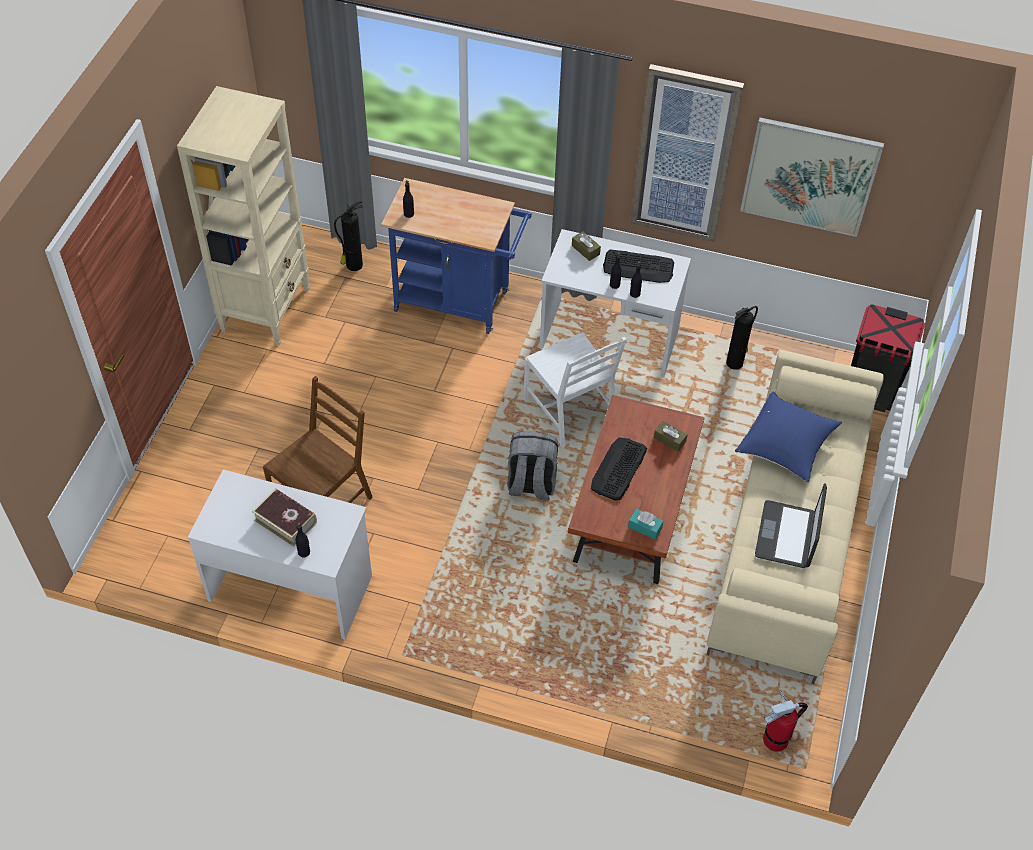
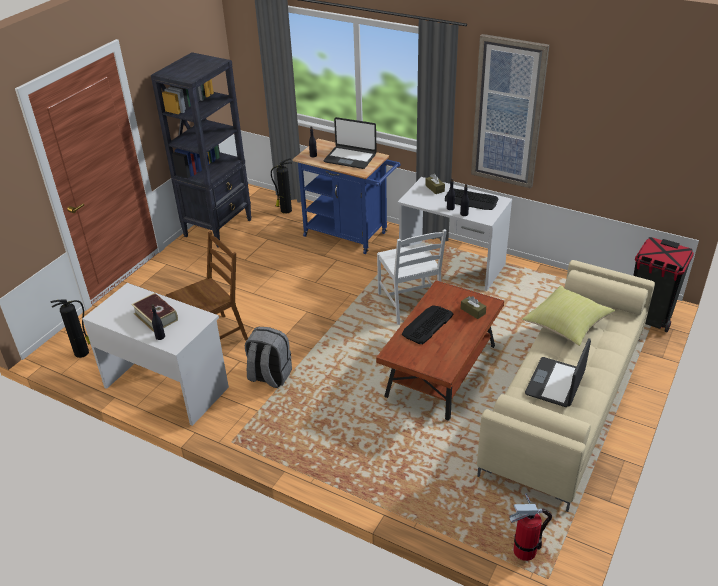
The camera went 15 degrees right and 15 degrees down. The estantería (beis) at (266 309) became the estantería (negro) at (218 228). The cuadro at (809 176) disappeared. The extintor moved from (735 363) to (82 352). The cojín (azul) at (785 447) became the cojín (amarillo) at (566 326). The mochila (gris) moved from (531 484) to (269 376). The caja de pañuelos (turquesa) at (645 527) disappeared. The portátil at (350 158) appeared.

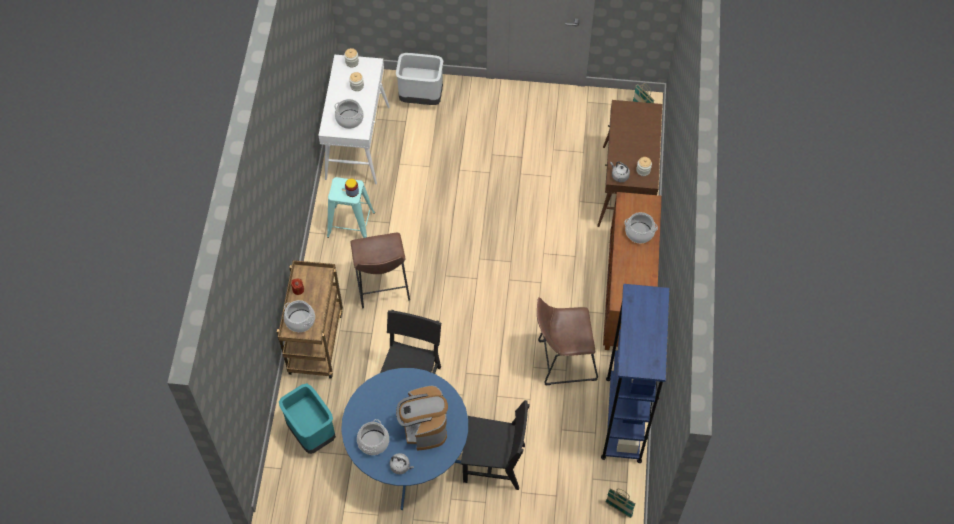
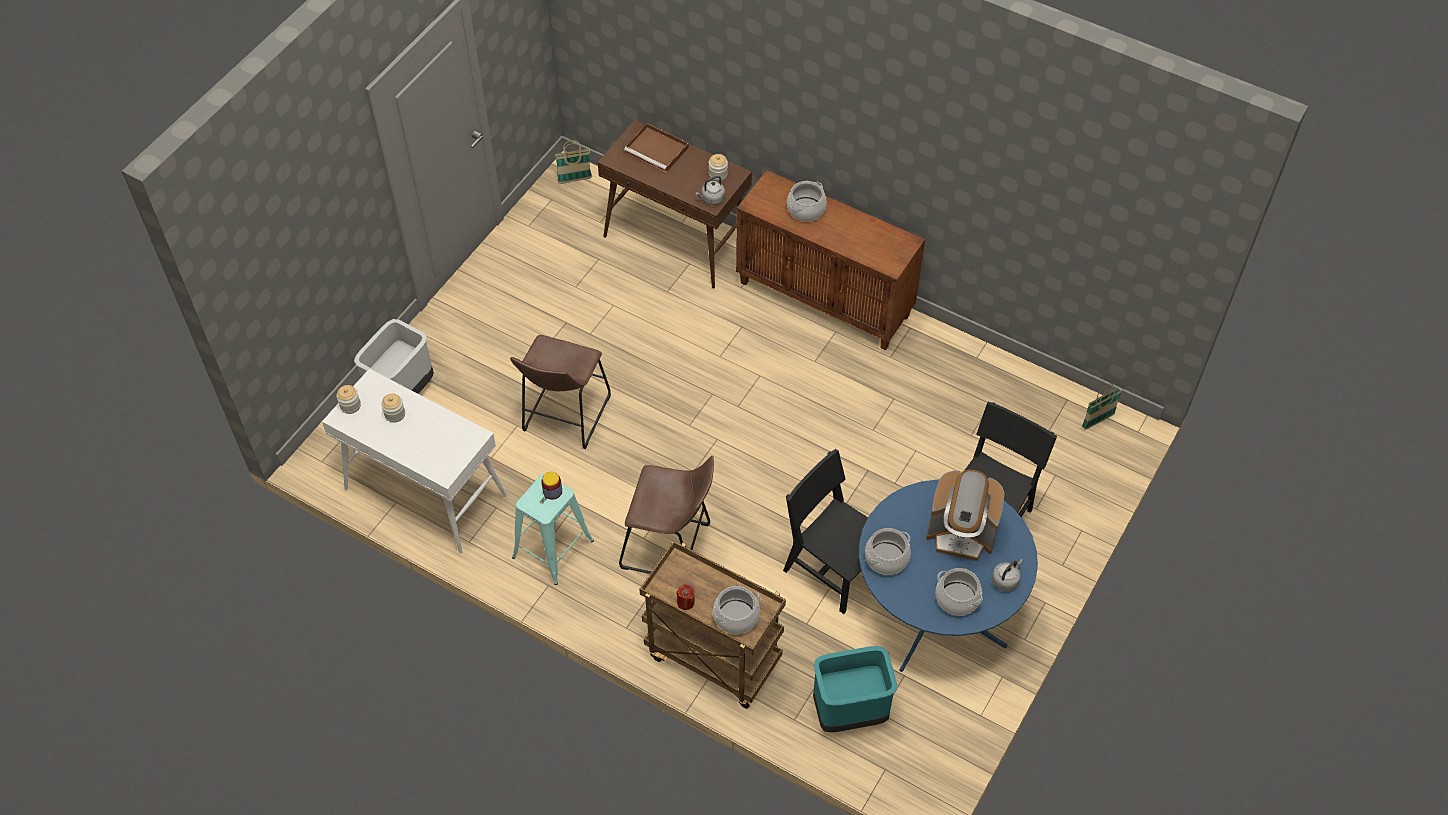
The camera went 65 degrees left and 5 degrees down. The olla moved from (349 119) to (886 558). The estantería (azul) at (623 419) disappeared. The taburete (marrón) moved from (563 360) to (564 417). The bandeja (marrón) at (658 150) appeared.

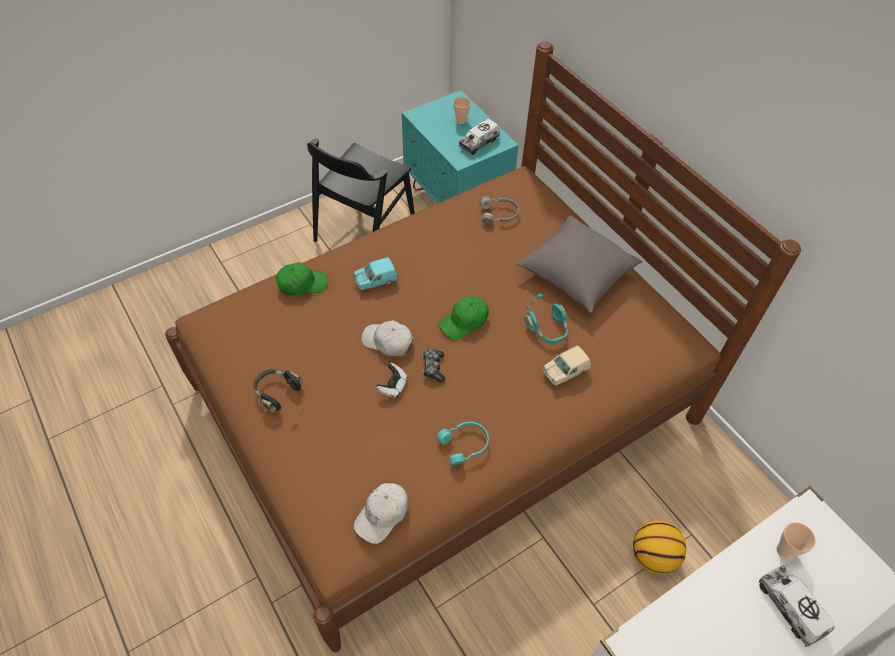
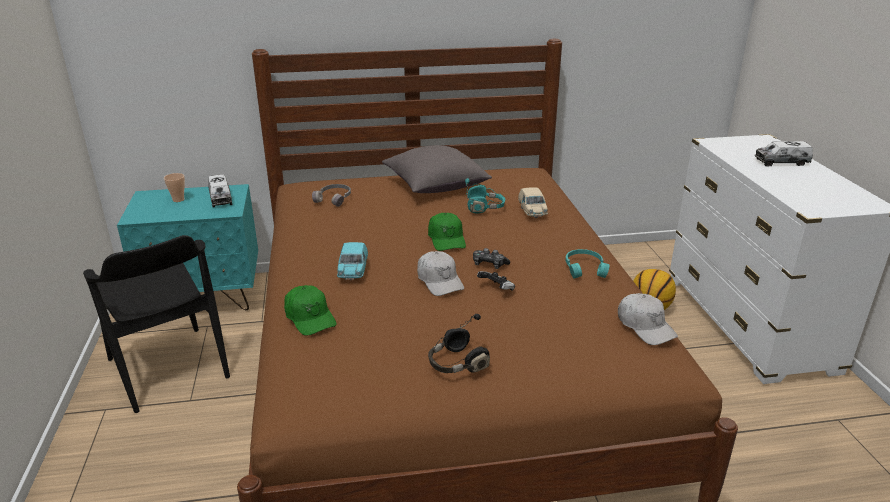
The camera went 65 degrees left and 25 degrees down. The gorra (verde) at (302 284) turned 135 degrees clockwise. The gorra (blanco) at (388 342) turned 75 degrees counterclockwise. The taza at (784 550) disappeared.

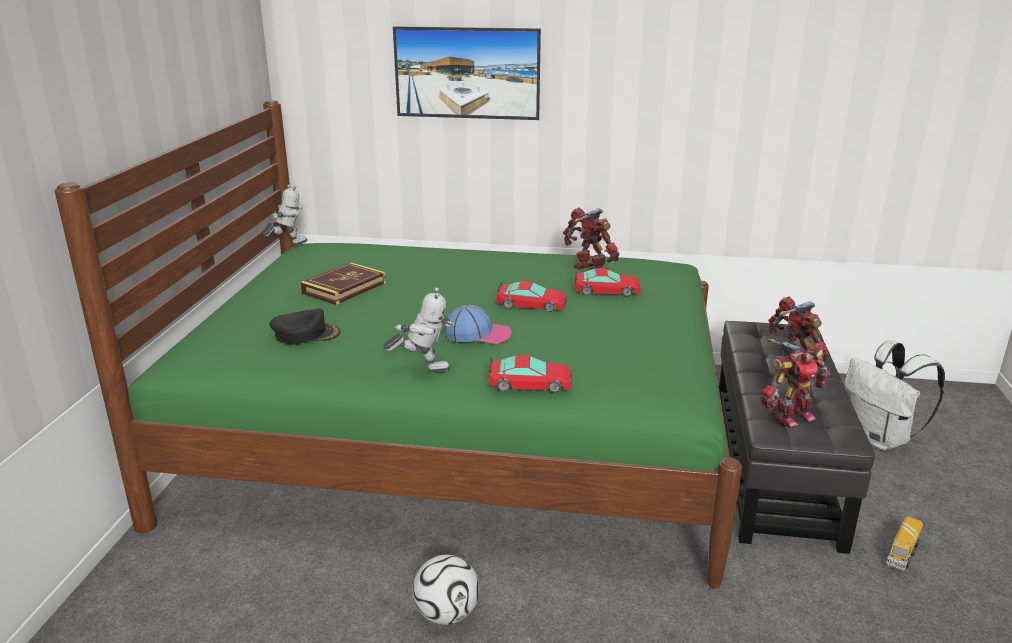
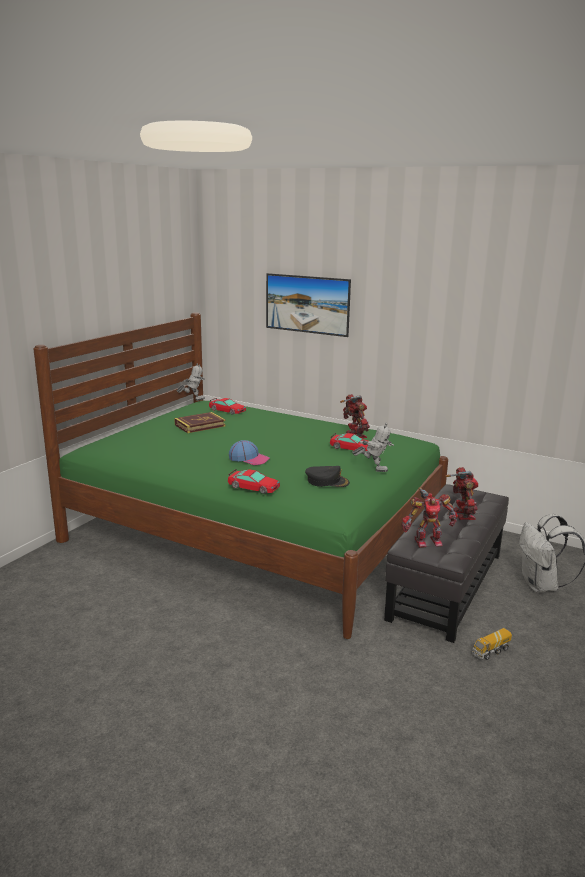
The camera went 20 degrees right and 5 degrees down. The coche de juguete moved from (531 305) to (227 410). The robot de juguete moved from (423 368) to (373 469). The gorra (negro) moved from (306 334) to (327 481). The balón de fútbol at (447 614) disappeared.

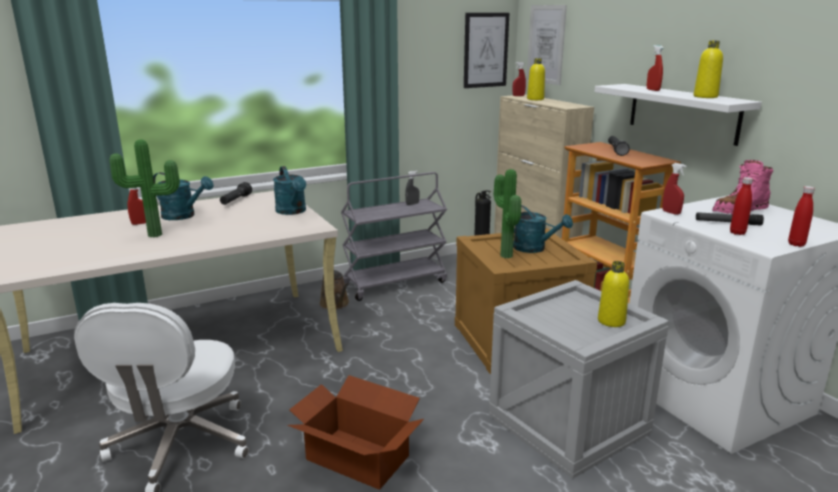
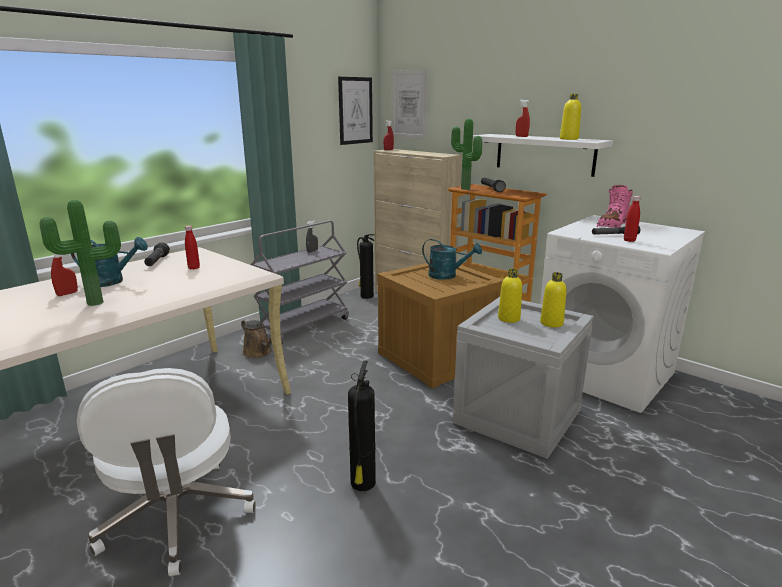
The camera went 20 degrees left and 0 degrees up. The botella (amarillo) moved from (535 99) to (509 318). The pulverizador (rojo) at (671 212) disappeared. The regadera (turquesa) at (292 212) disappeared. The planta en maceta moved from (504 256) to (464 189). The botella (rojo) moved from (796 244) to (194 268). The caja de cartón at (357 457) was replaced by the extintor at (362 484).

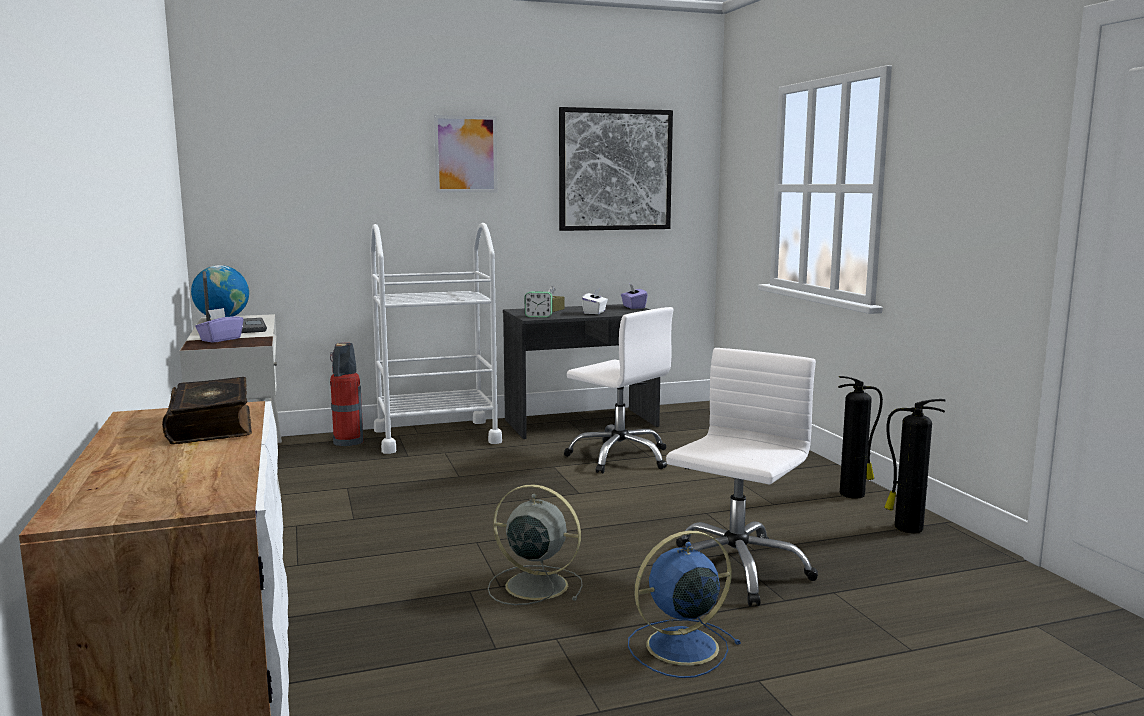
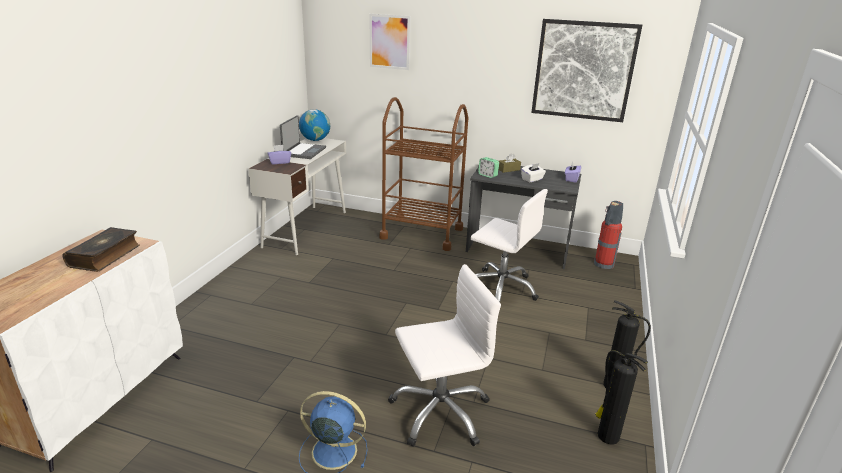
The camera went 35 degrees right and 15 degrees up. The cuadro moved from (466 154) to (389 42). The carrito (blanco) at (436 436) became the carrito (marrón) at (422 233). The silla de oficina (blanco) at (620 457) turned 45 degrees counterclockwise. The extintor moved from (347 442) to (603 264). The ventilador (gris) at (533 585) disappeared.

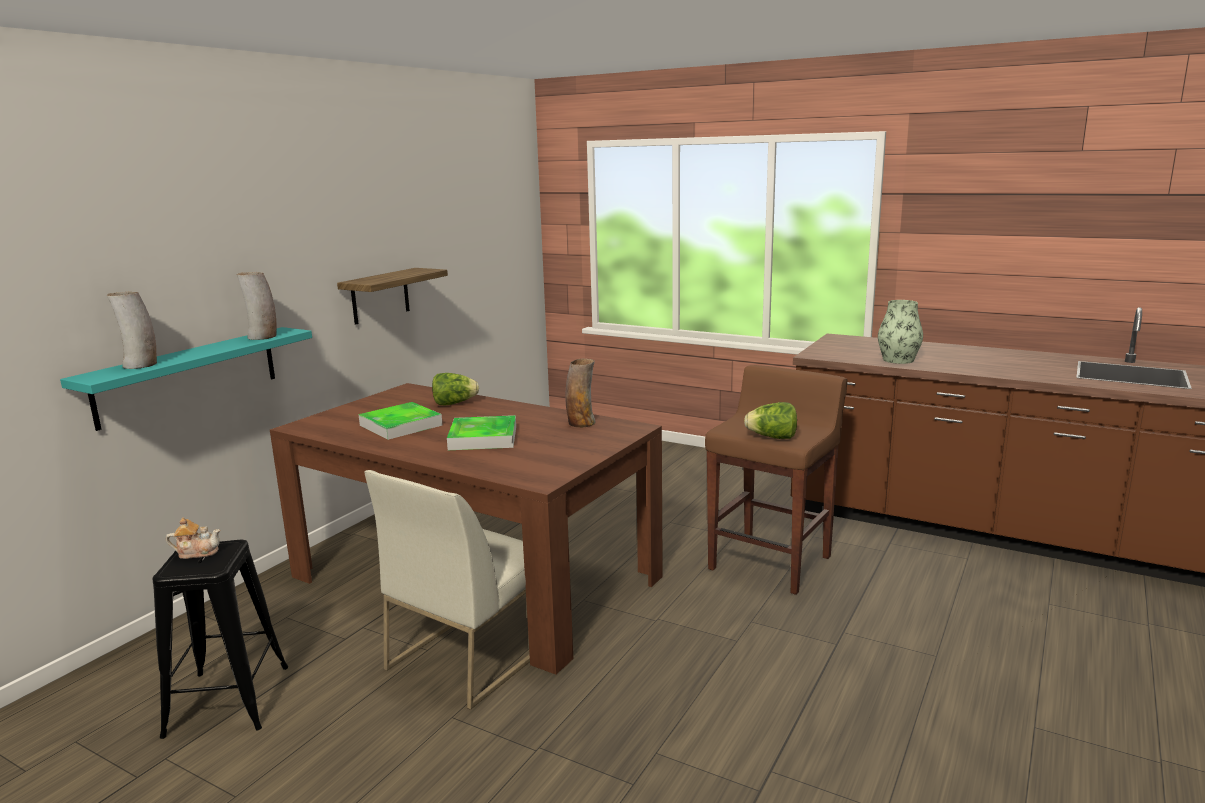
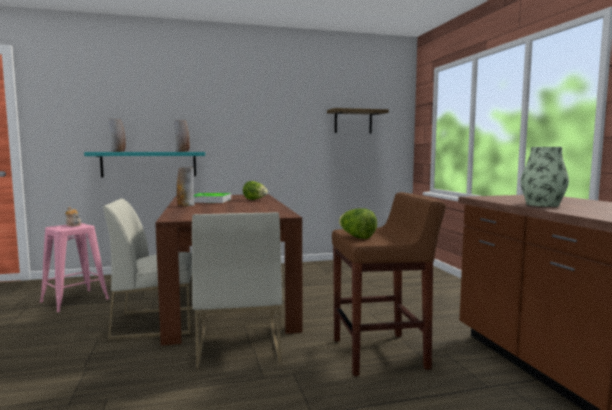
The camera went 45 degrees right and 10 degrees down. The estante moved from (380 296) to (353 122). The florero moved from (581 423) to (186 205). The bandeja at (483 438) disappeared. The taburete (negro) at (228 700) became the taburete (rosa) at (74 300). The silla (blanco) at (237 345) appeared.

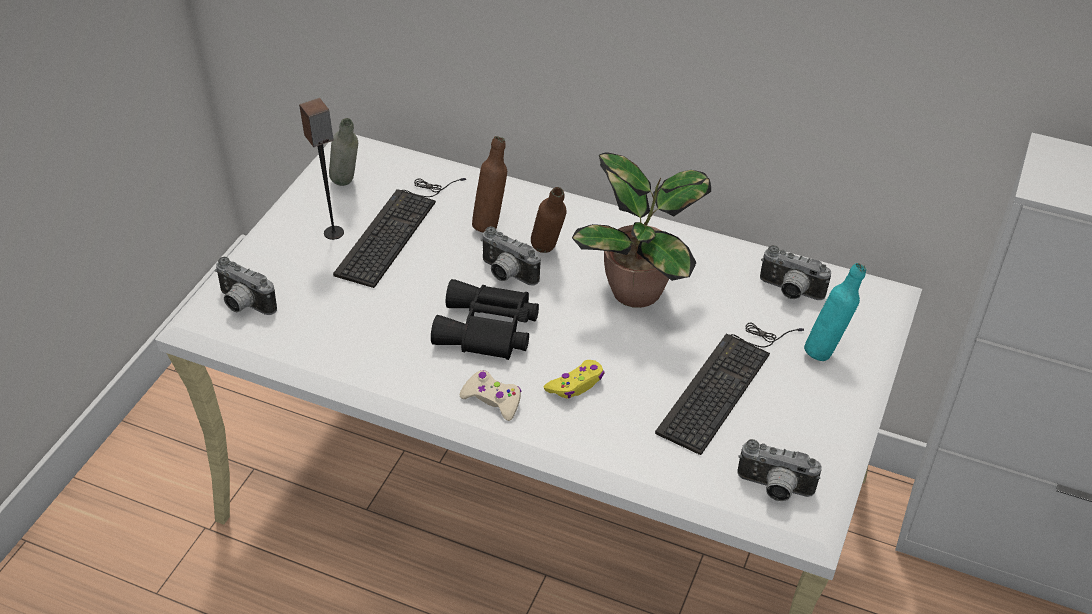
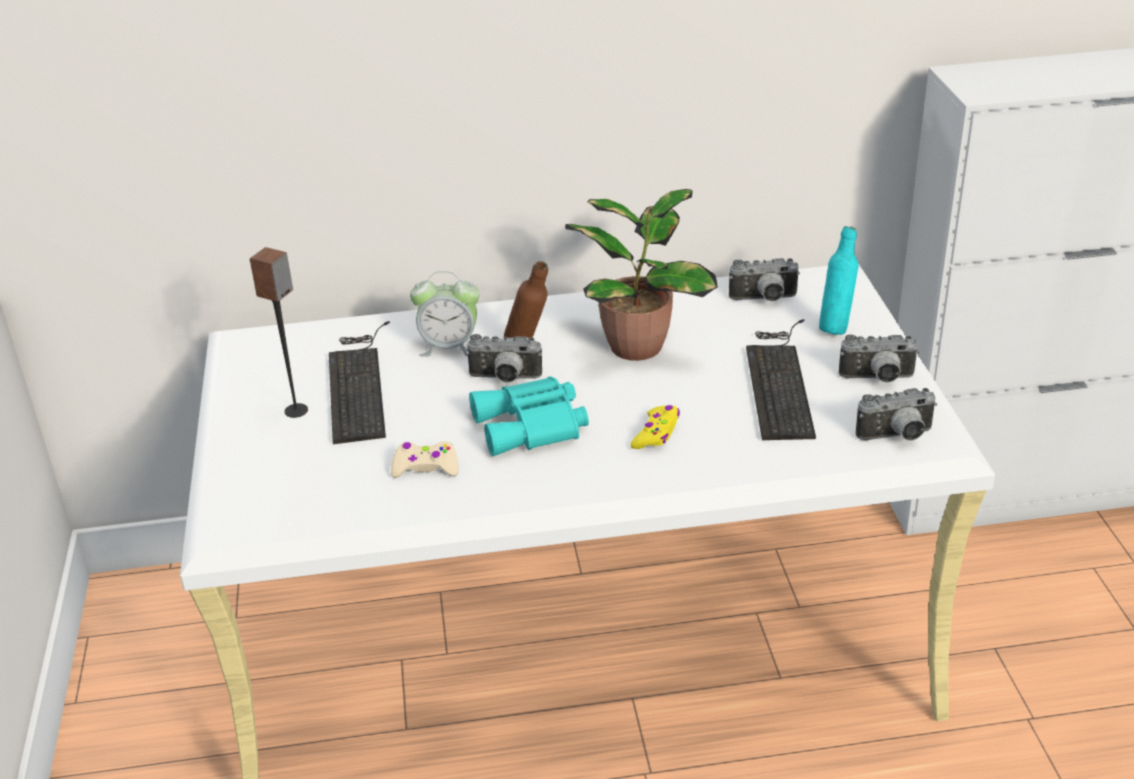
The camera went 30 degrees left and 10 degrees down. The botella (gris) at (348 186) disappeared. The botella (marrón) at (491 223) was replaced by the despertador at (449 347). The cámara moved from (243 304) to (877 379). The prismáticos (negro) at (488 330) became the prismáticos (turquesa) at (532 427). The mando de consola (beis) moved from (492 399) to (425 467).

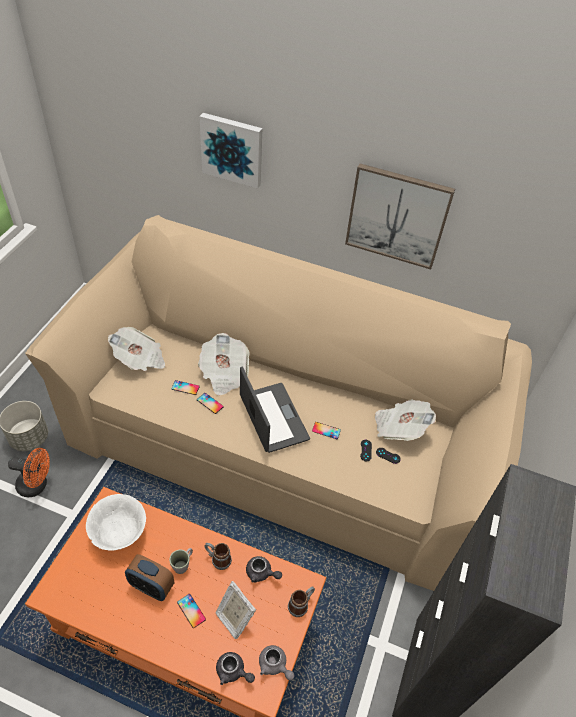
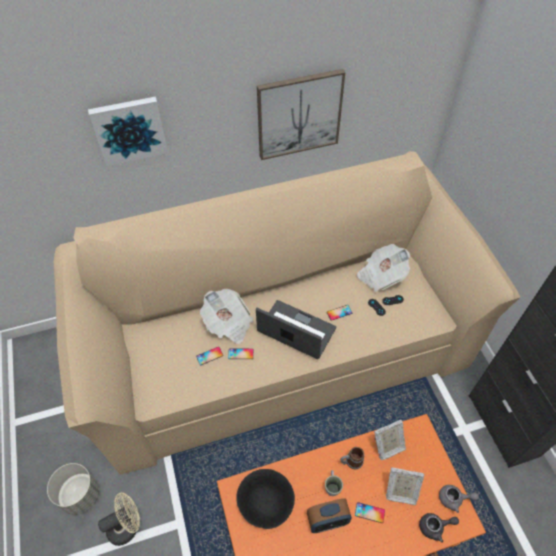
The camera went 35 degrees left and 5 degrees up. The periódico at (140 359) disappeared. The ventilador (naranja) at (37 485) became the ventilador (beis) at (127 526). The cuenco (blanco) at (120 534) became the cuenco (negro) at (266 504). The tetera (gris) at (261 573) was replaced by the portarretratos at (387 446). The taza grande at (301 604) disappeared.

